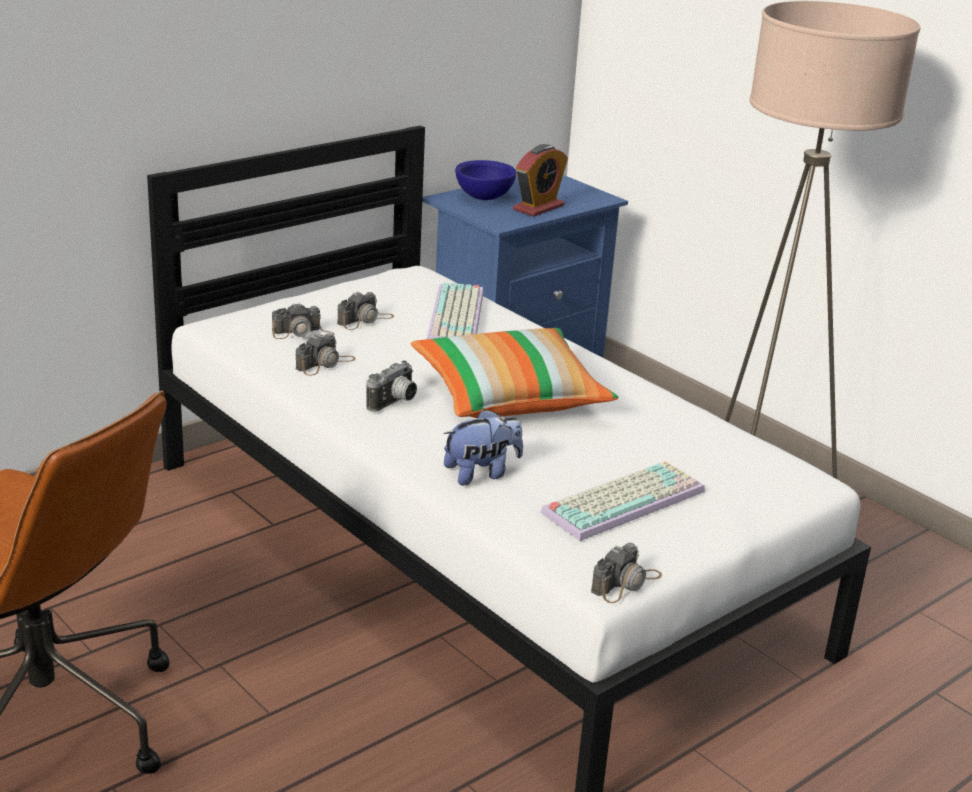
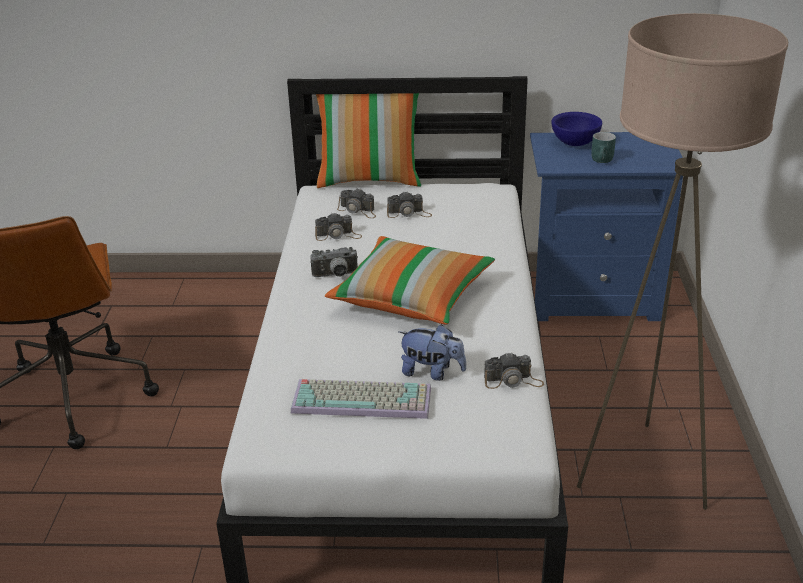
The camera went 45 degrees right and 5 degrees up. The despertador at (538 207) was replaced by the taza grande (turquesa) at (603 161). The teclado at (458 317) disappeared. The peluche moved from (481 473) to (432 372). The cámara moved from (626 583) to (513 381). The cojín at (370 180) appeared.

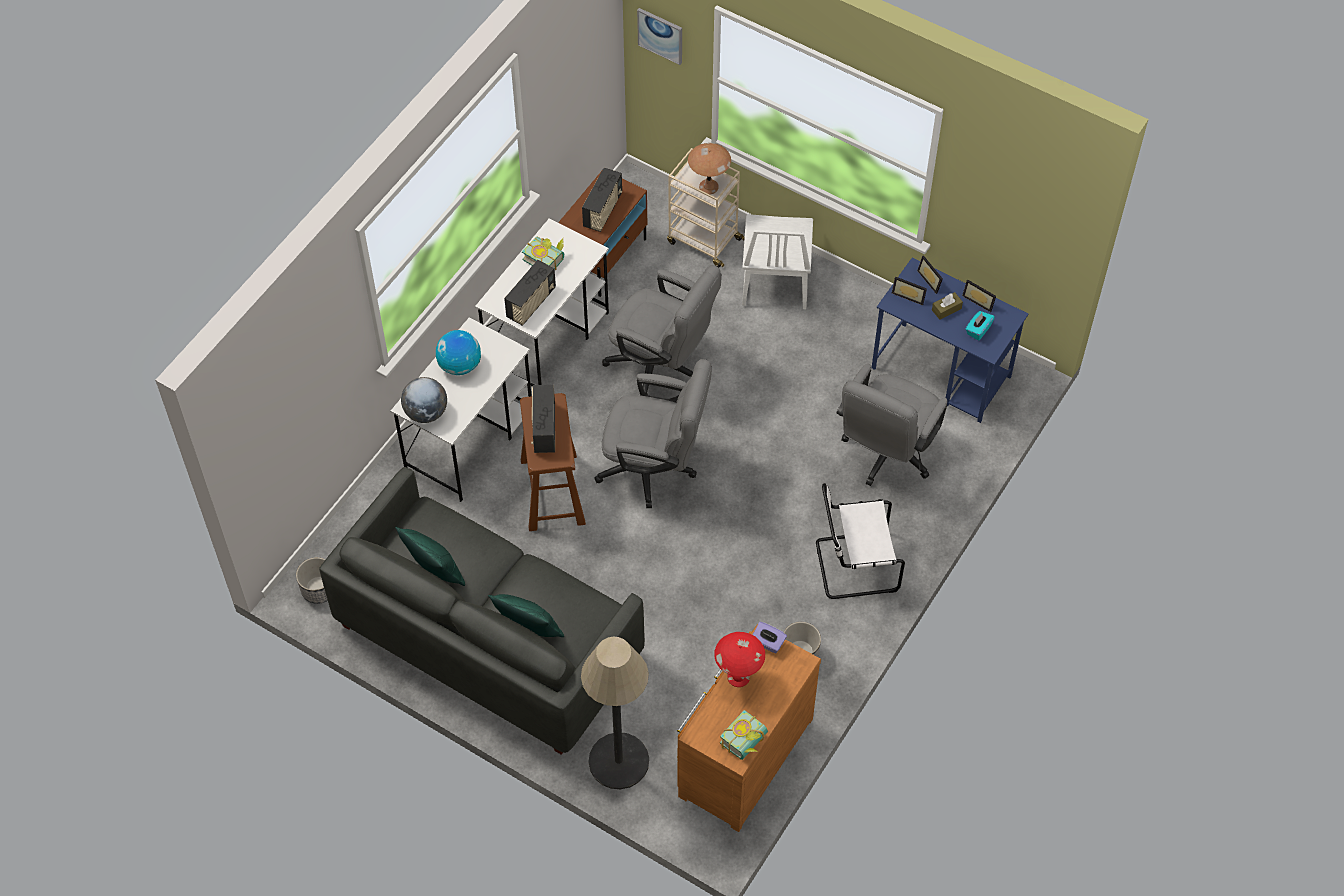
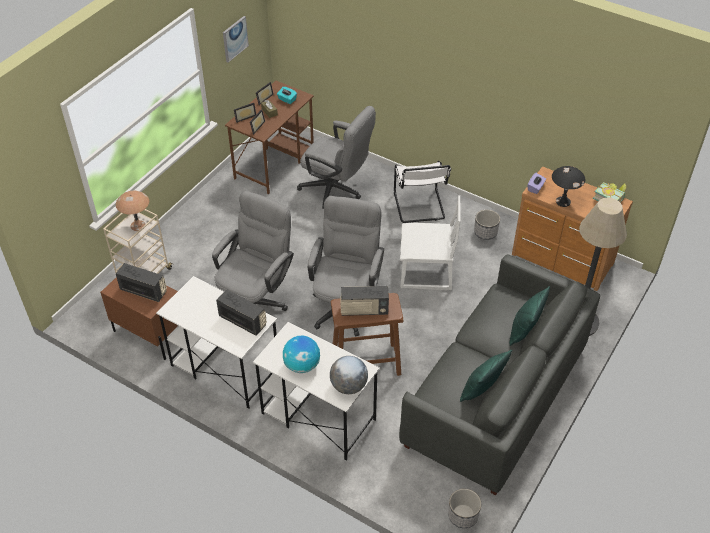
The camera went 90 degrees left and 10 degrees down. The cuadro moved from (660 35) to (235 38). The silla (blanco) moved from (774 281) to (426 272). The libro at (546 258) disappeared. The escritorio (azul) at (942 373) became the escritorio (marrón) at (274 163). The lámpara de mesa (rojo) at (738 676) became the lámpara de mesa (negro) at (563 201).

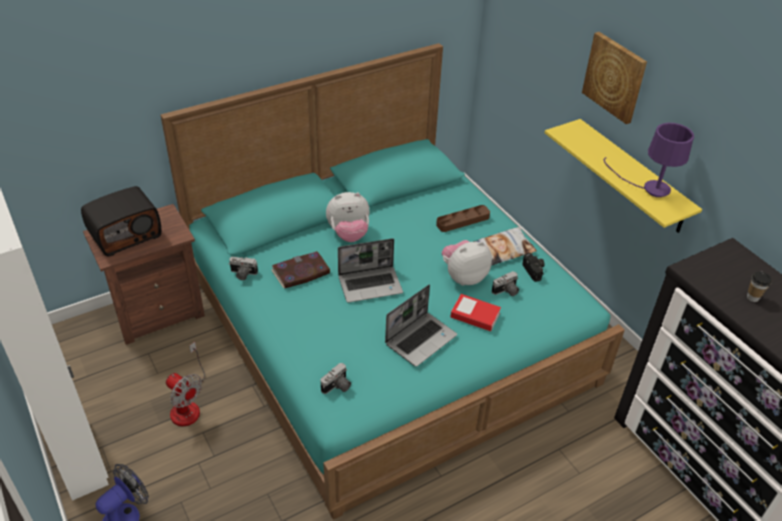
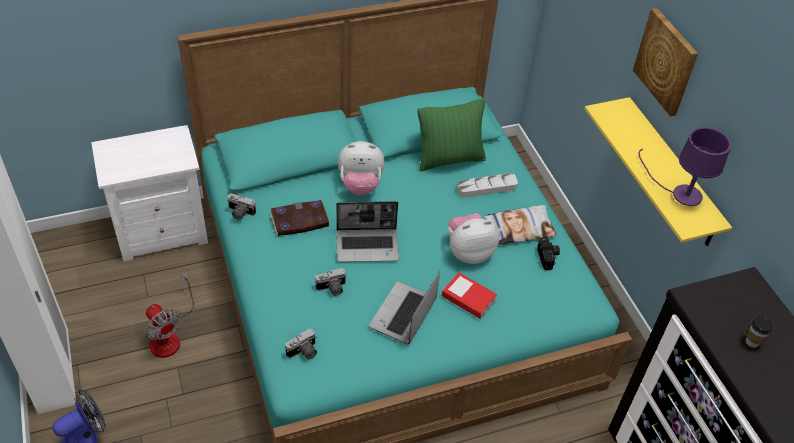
The camera went 10 degrees right and 5 degrees up. The radio at (125 234) disappeared. The mesita de noche (marrón) at (158 312) became the mesita de noche (blanco) at (162 231). The bandeja (marrón) at (463 221) became the bandeja (gris) at (486 188). The cámara moved from (506 291) to (332 289). The portátil at (421 339) turned 150 degrees clockwise. The cojín (verde) at (449 159) appeared.

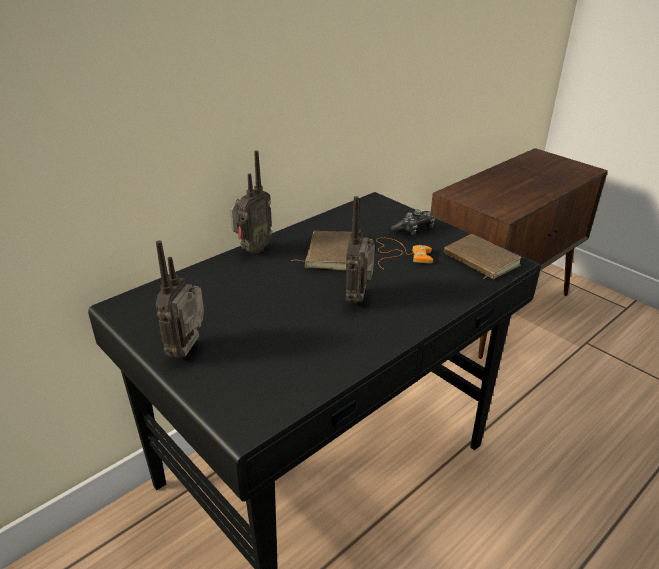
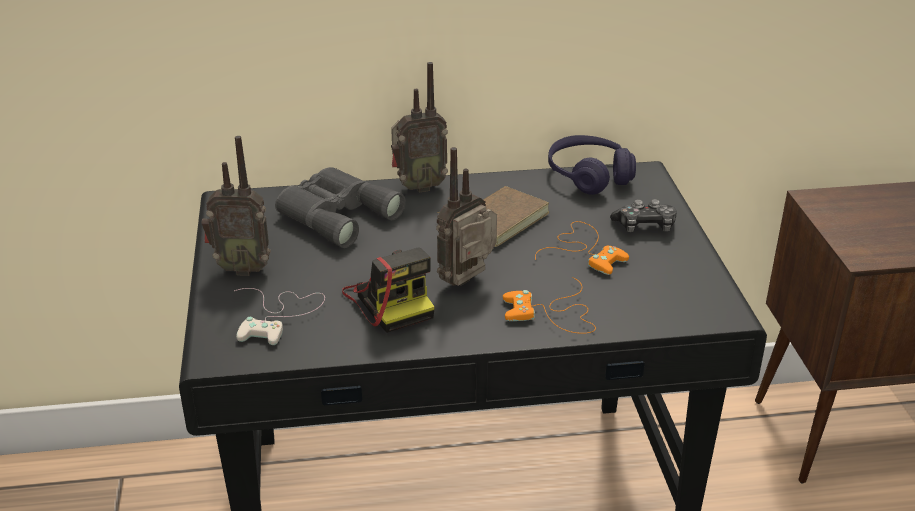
The camera went 35 degrees right and 0 degrees up. The libro (marrón) at (479 260) disappeared. The radio at (189 350) turned 135 degrees counterclockwise. The auriculares (morado) at (589 175) appeared. The prismáticos (gris) at (335 214) appeared. The cámara at (391 301) appeared. The mando de consola (naranja) at (553 314) appeared. The mando de consola (blanco) at (279 315) appeared.

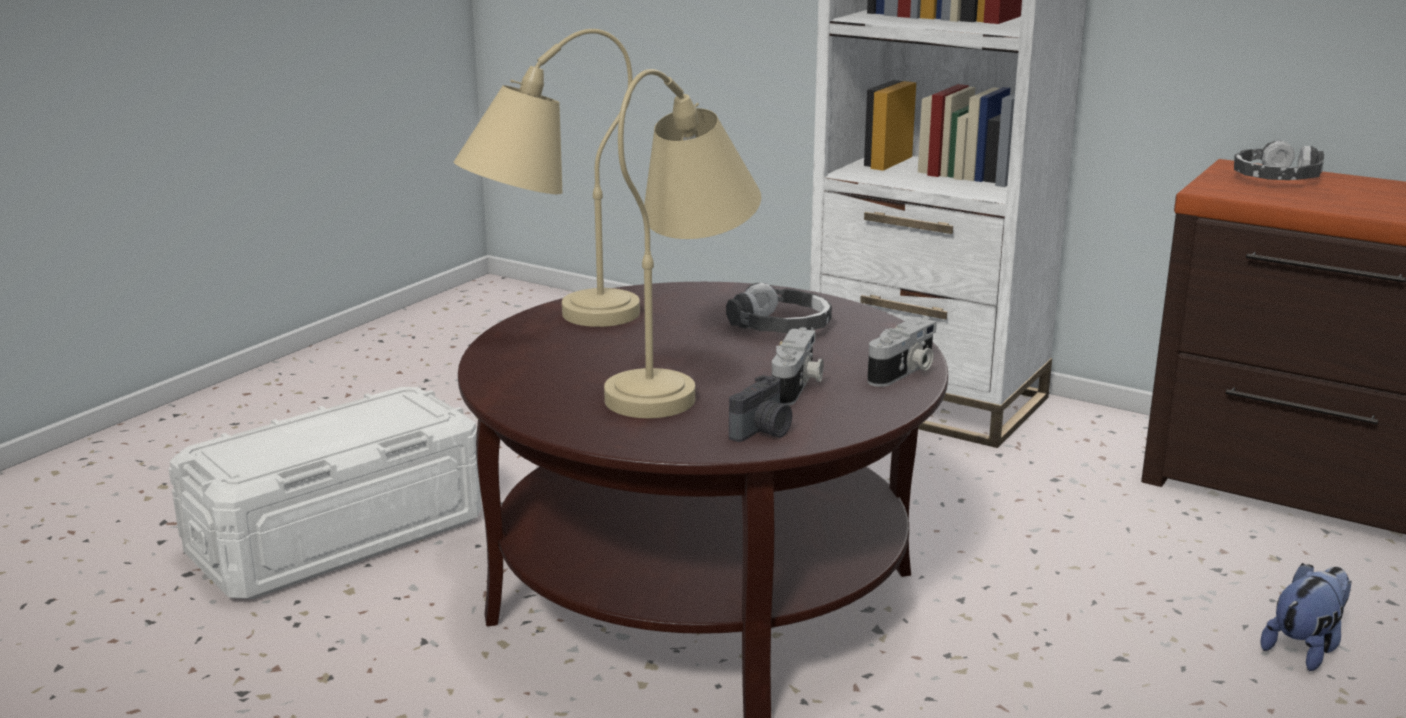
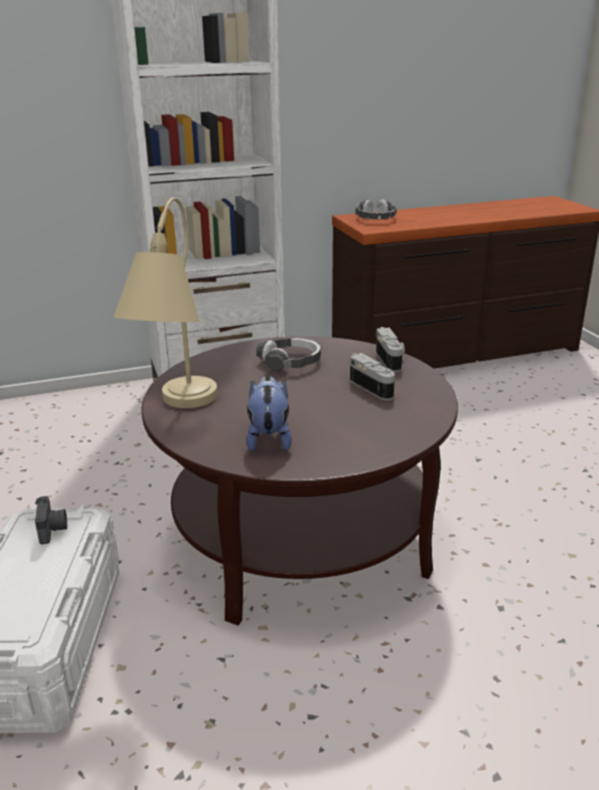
The camera went 50 degrees left and 5 degrees up. The lámpara de mesa (beis) at (683 379) disappeared. The cámara moved from (763 431) to (53 529). The peluche moved from (1305 648) to (269 438).

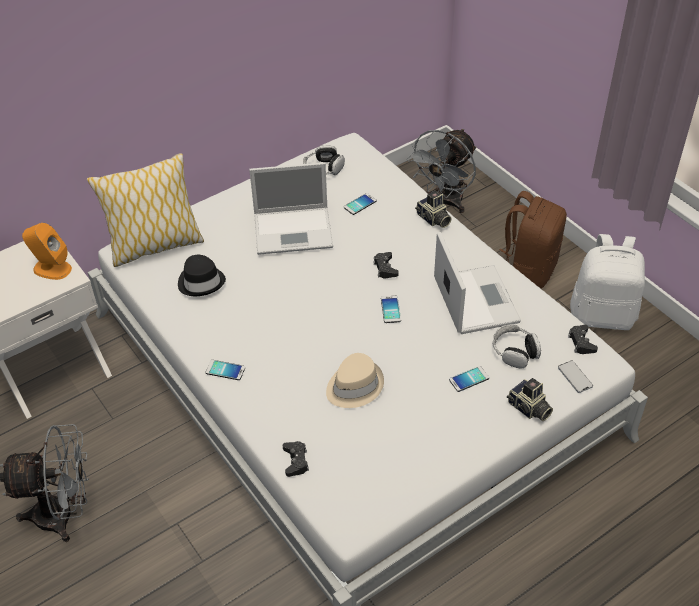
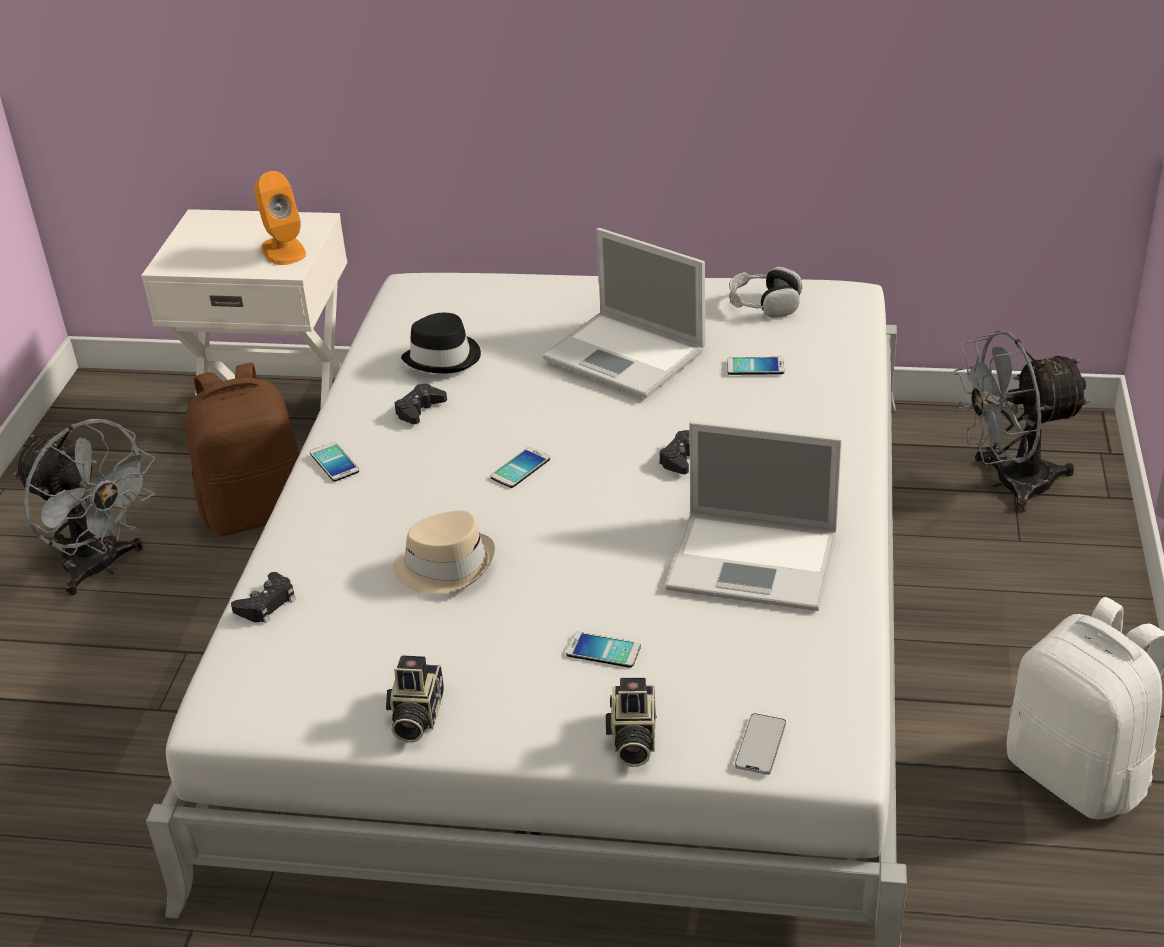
The camera went 45 degrees right and 10 degrees down. The cojín at (155 246) disappeared. The cámara moved from (433 219) to (415 716). The mochila (marrón) moved from (528 270) to (258 511). The portátil at (475 299) turned 75 degrees clockwise. The móvil moved from (390 309) to (520 468). The auriculares at (515 351) disappeared. The mando de consola (negro) moved from (581 342) to (419 410).

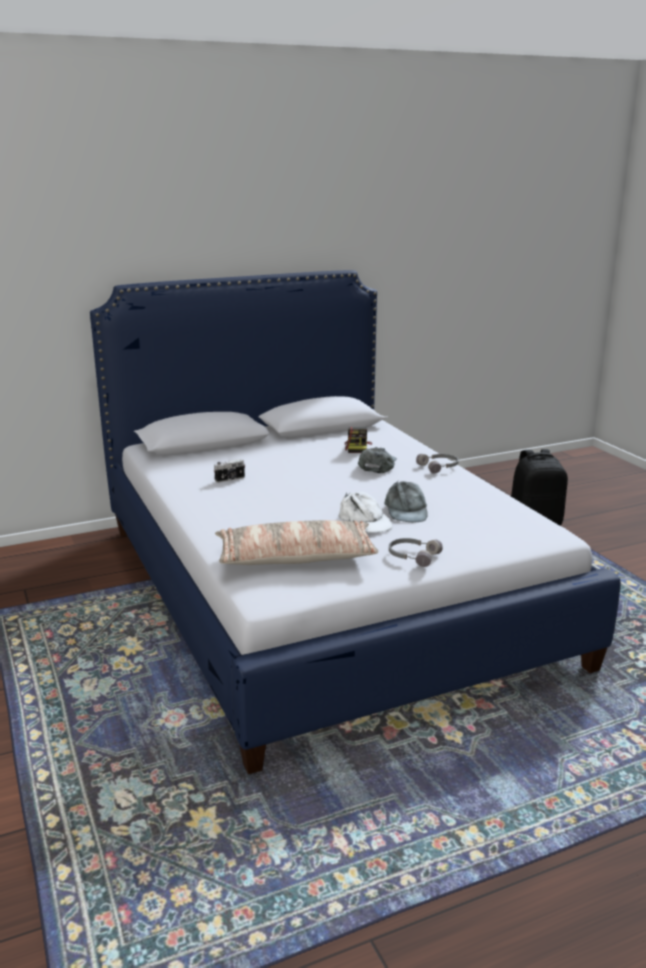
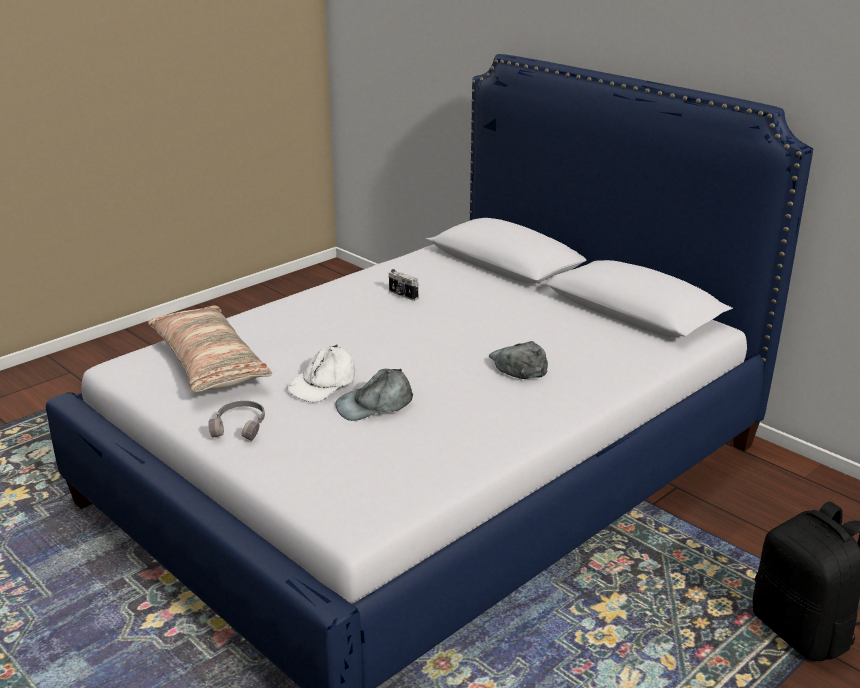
The camera went 70 degrees right and 5 degrees up. The cámara at (357 447) disappeared. The gorra (gris) at (377 465) turned 105 degrees counterclockwise. The auriculares (gris) at (439 467) disappeared.

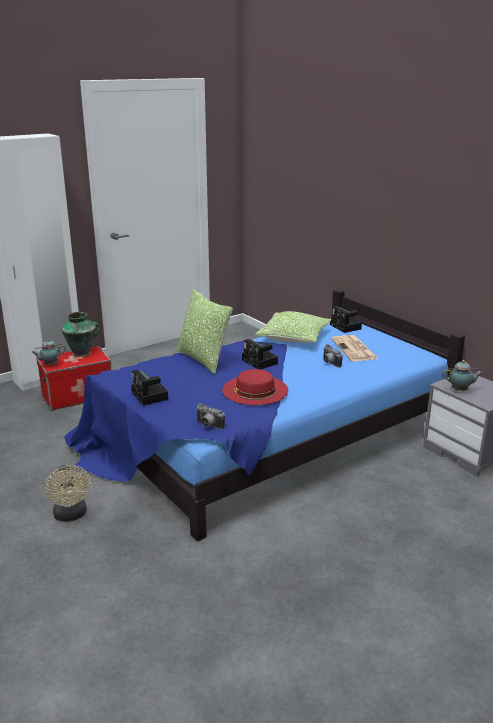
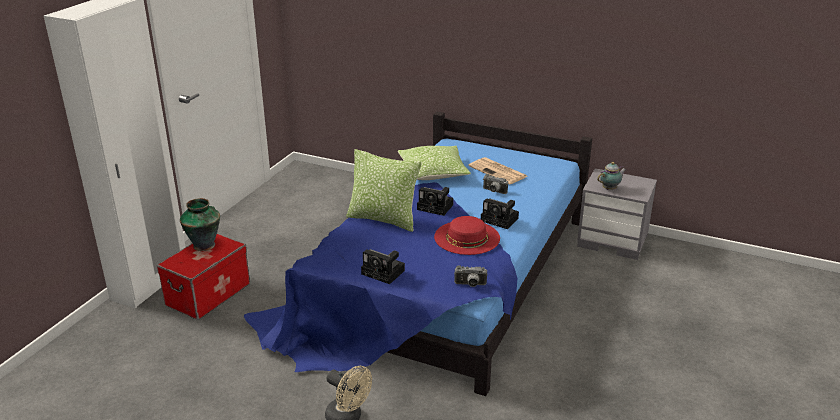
The camera went 30 degrees left and 5 degrees up. The cámara moved from (346 327) to (501 220). The tetera at (50 365) disappeared.

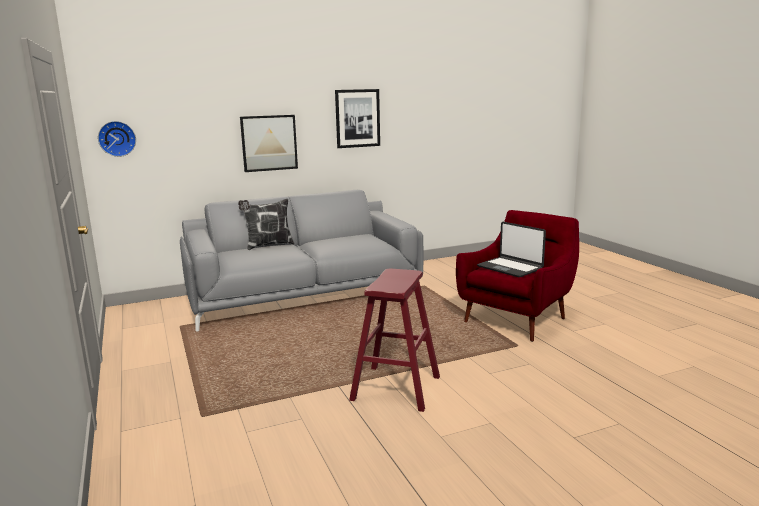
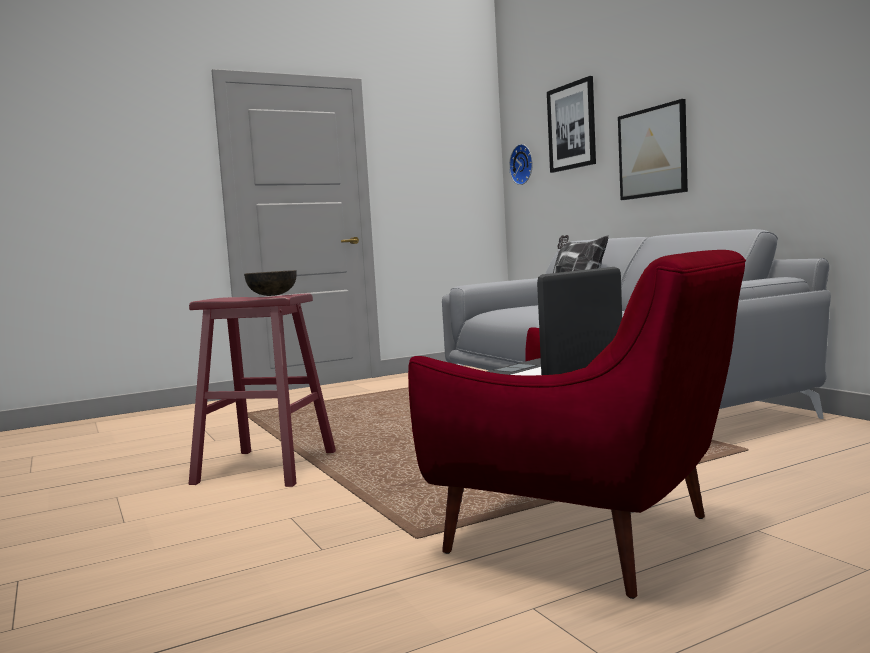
The camera went 85 degrees right and 10 degrees down. The cuadro moved from (357 118) to (572 126). The cuenco (marrón) at (272 295) appeared.

